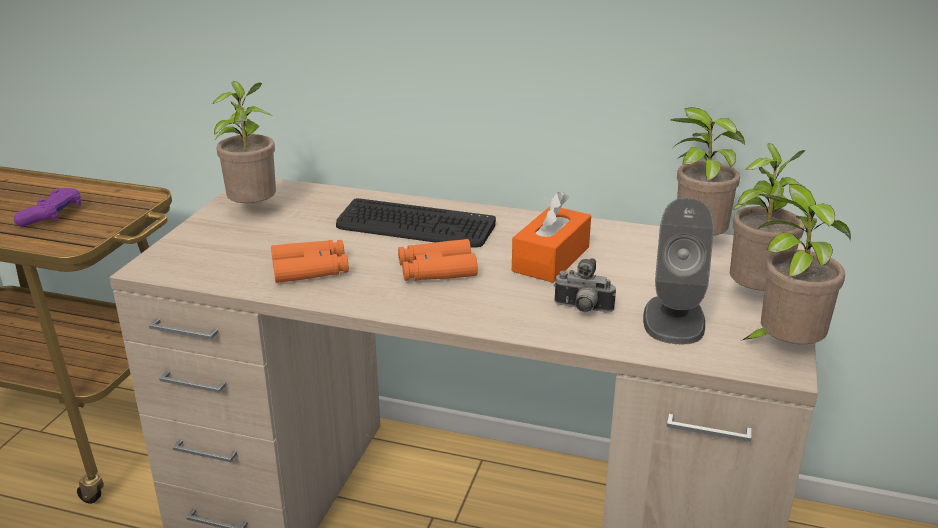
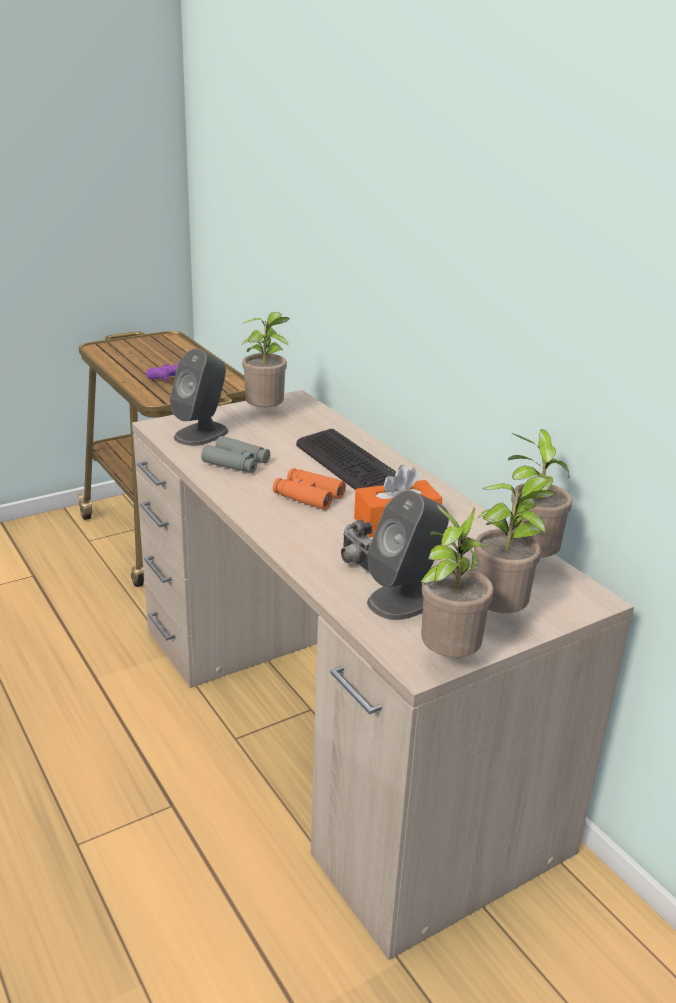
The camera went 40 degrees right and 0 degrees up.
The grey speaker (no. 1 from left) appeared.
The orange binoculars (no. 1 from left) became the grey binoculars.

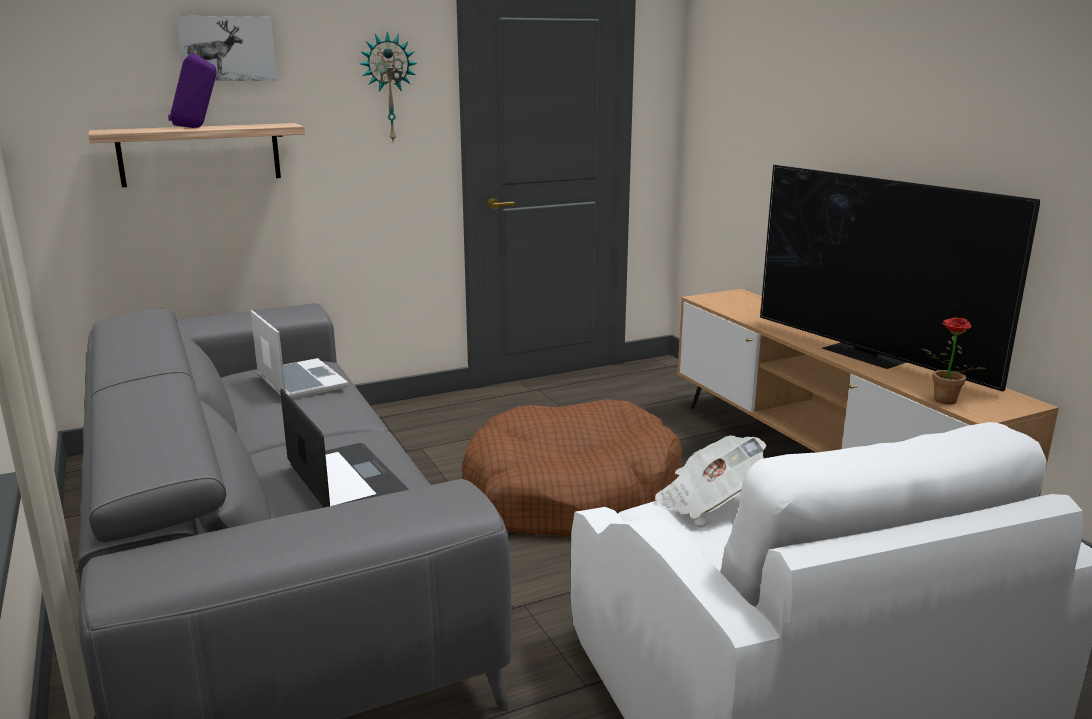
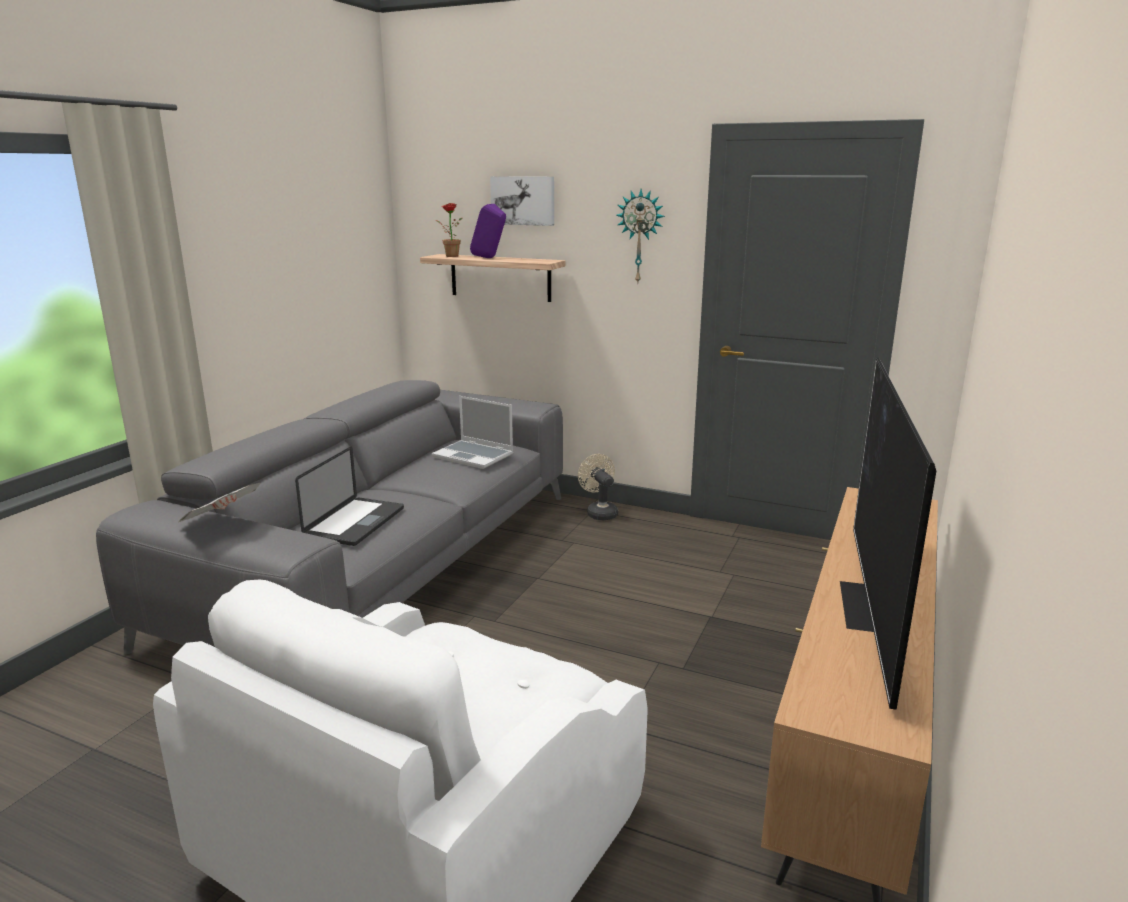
The camera went 50 degrees right and 0 degrees up.
The newspaper moved.
The laptop (no. 1 from left in the first image) turned 105 degrees clockwise.
The potted plant moved.
The beige fan appeared.
The brown dog bed disappeared.

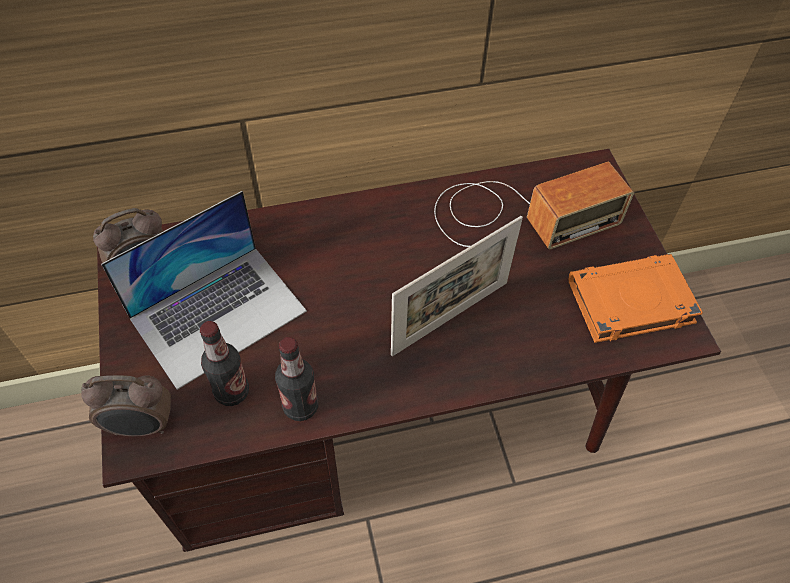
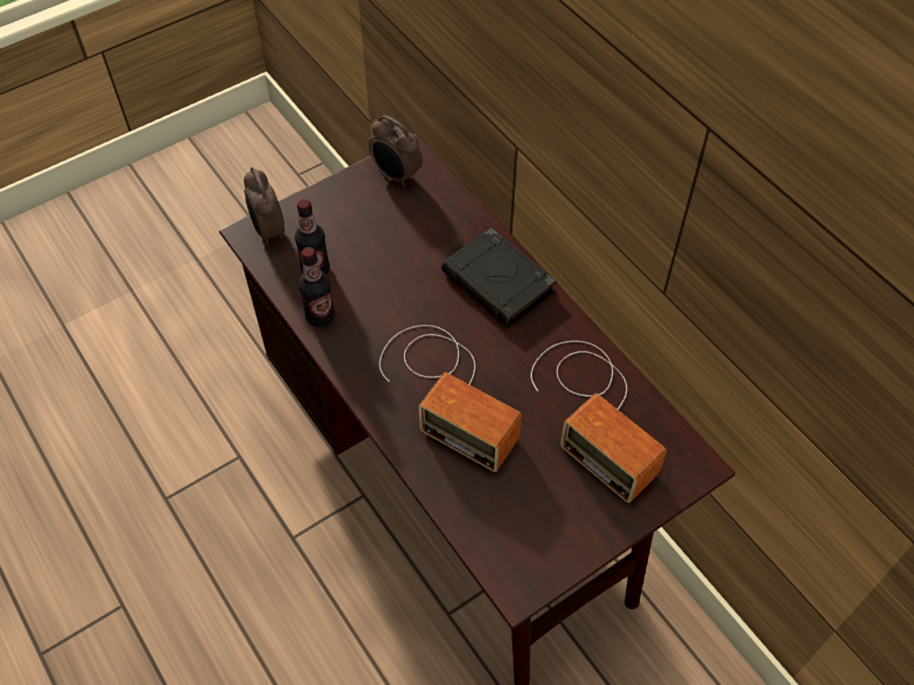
The camera went 70 degrees right and 0 degrees up.
The picture frame was replaced by the radio (no. 1 from left).
The black book appeared.
The laptop disappeared.
The orange book disappeared.

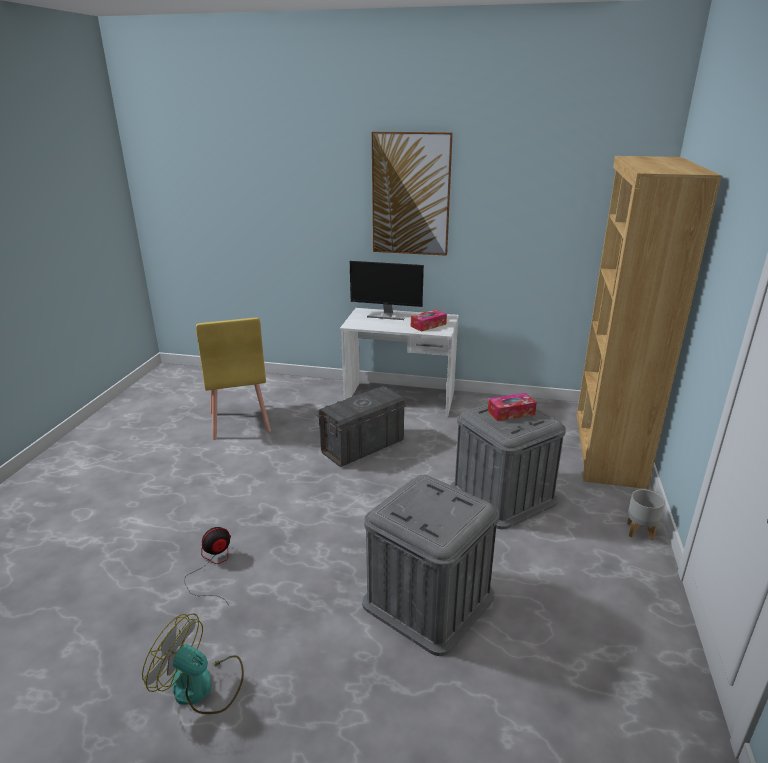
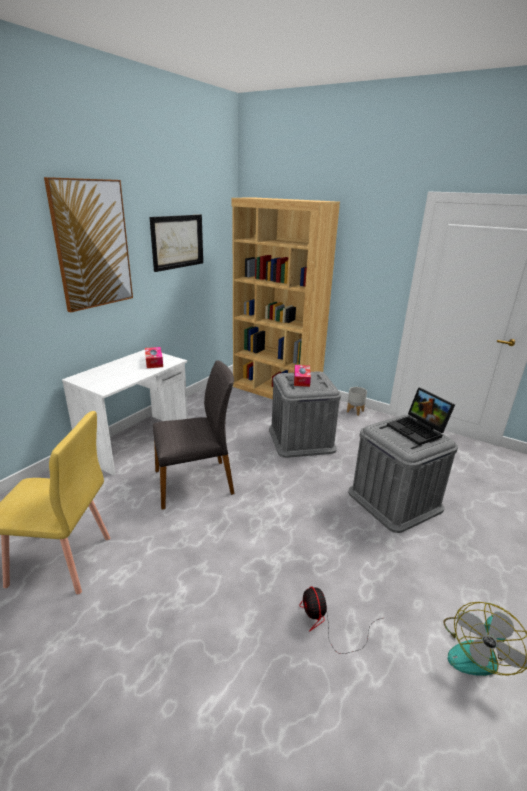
The camera went 70 degrees left and 0 degrees up.
The picture (no. 2 from left) appeared.
The grey storage box (no. 1 from left) was replaced by the grey chair.
The laptop appeared.
The monitor disappeared.

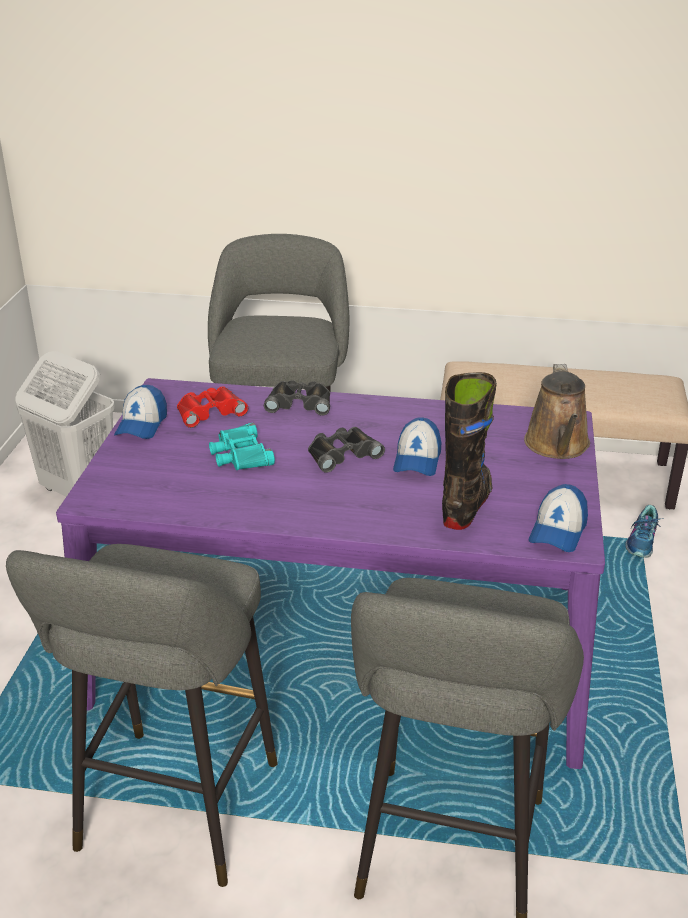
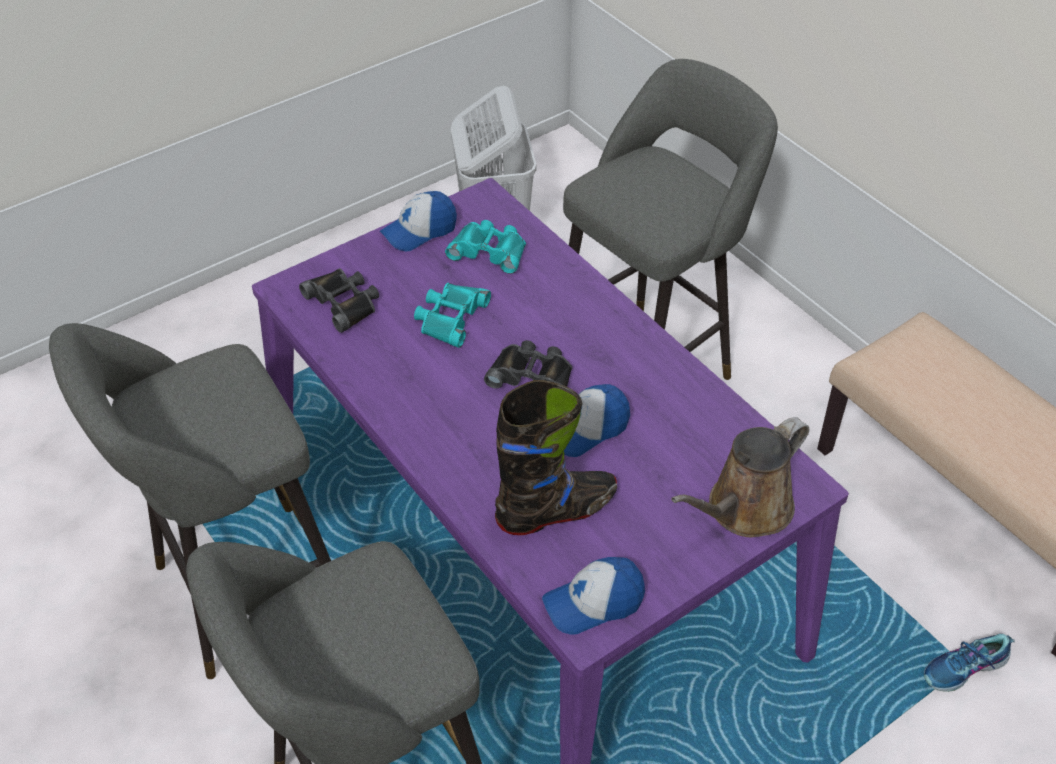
The camera went 45 degrees right and 15 degrees up.
The black binoculars (no. 1 from left) moved.
The red binoculars became the turquoise binoculars (no. 2 from left).

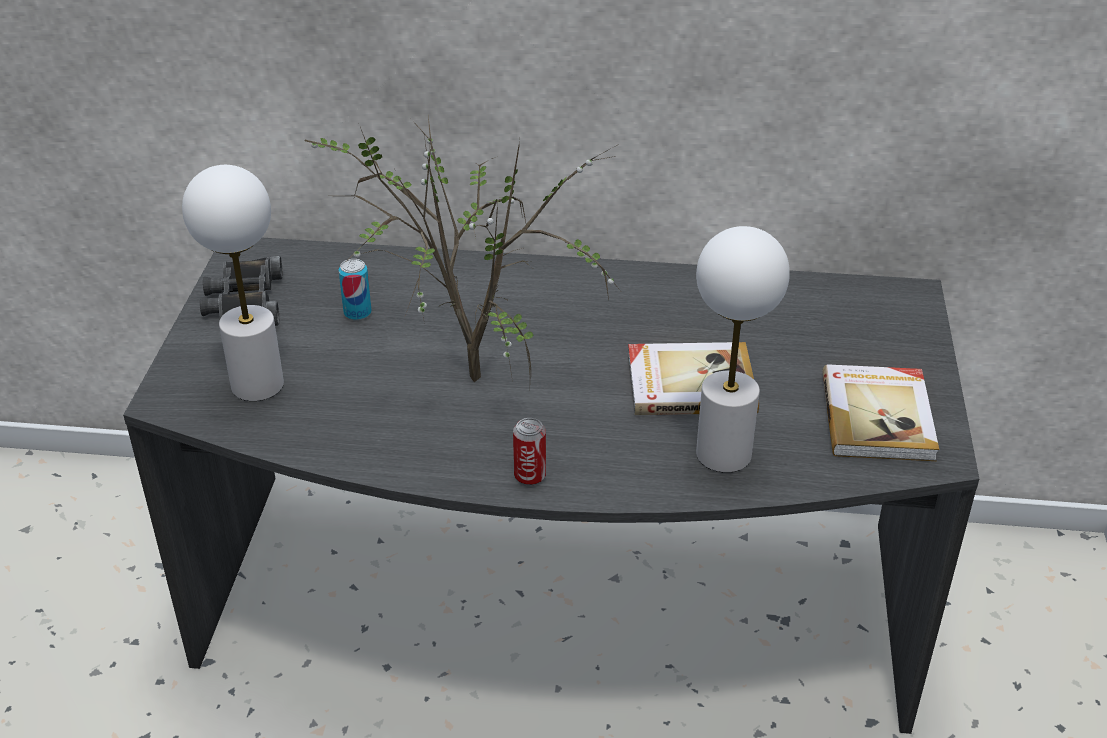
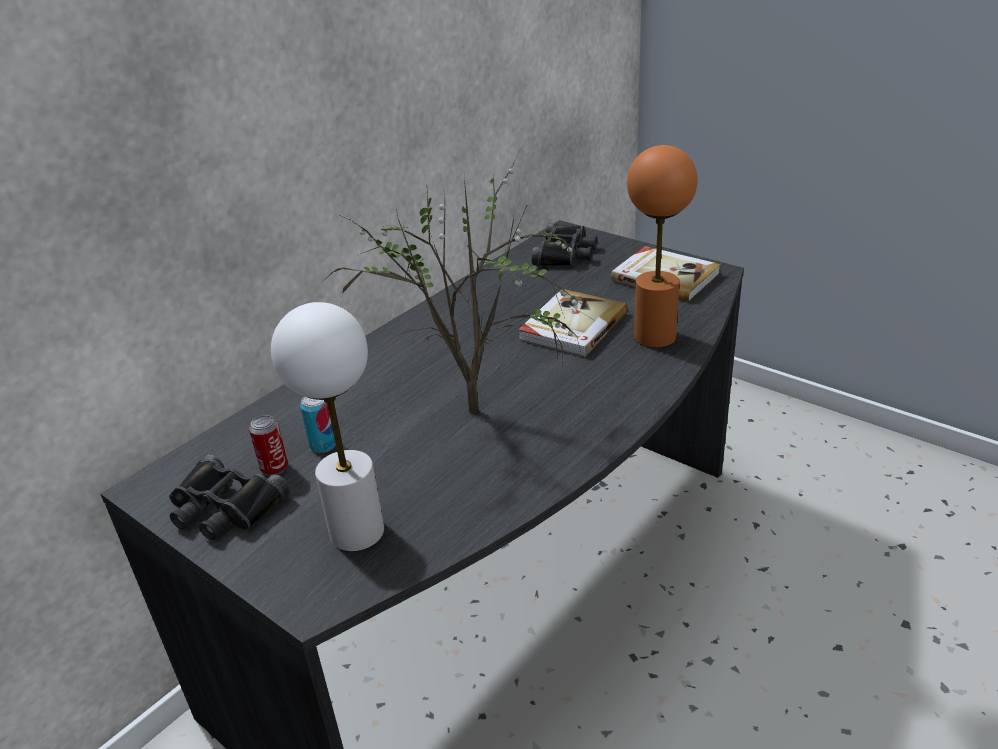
The camera went 55 degrees left and 5 degrees down.
The can (no. 2 from left in the first image) moved.
The black binoculars (no. 2 from left) appeared.
The white table lamp (no. 2 from left) became the orange table lamp.

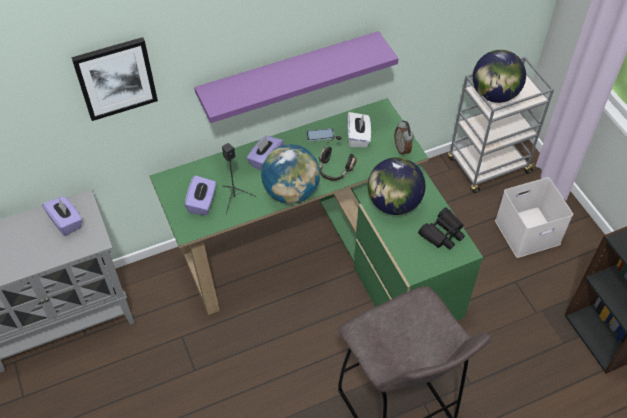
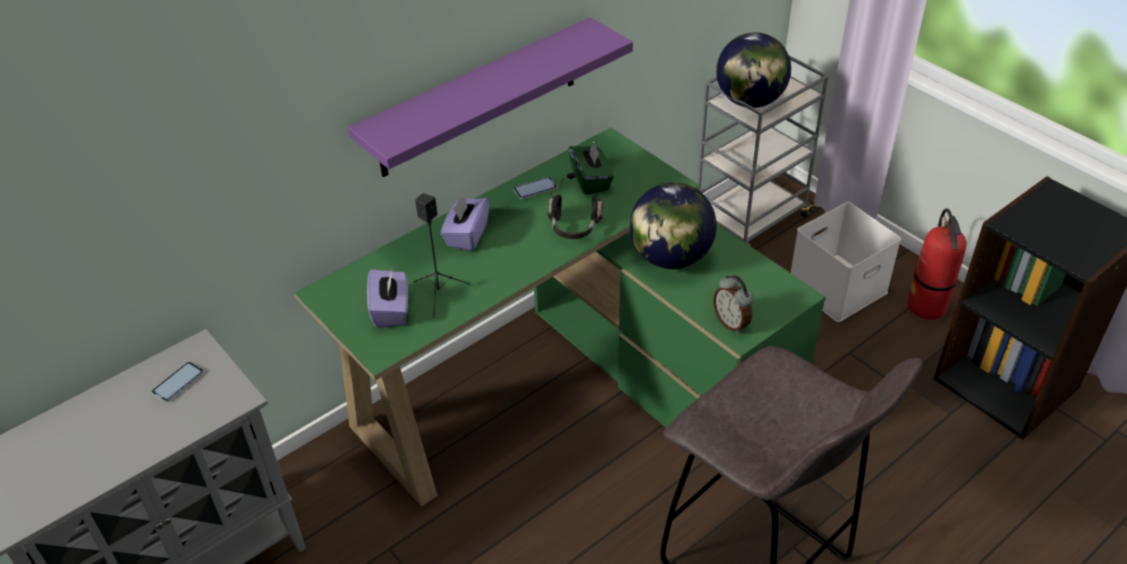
The camera went 15 degrees left and 10 degrees down.
The purple tissue box (no. 1 from left) was replaced by the phone (no. 1 from left).
The white tissue box became the green tissue box.
The alarm clock moved.
The fire extinguisher appeared.
The picture disappeared.
The globe (no. 1 from left) disappeared.
The black binoculars disappeared.

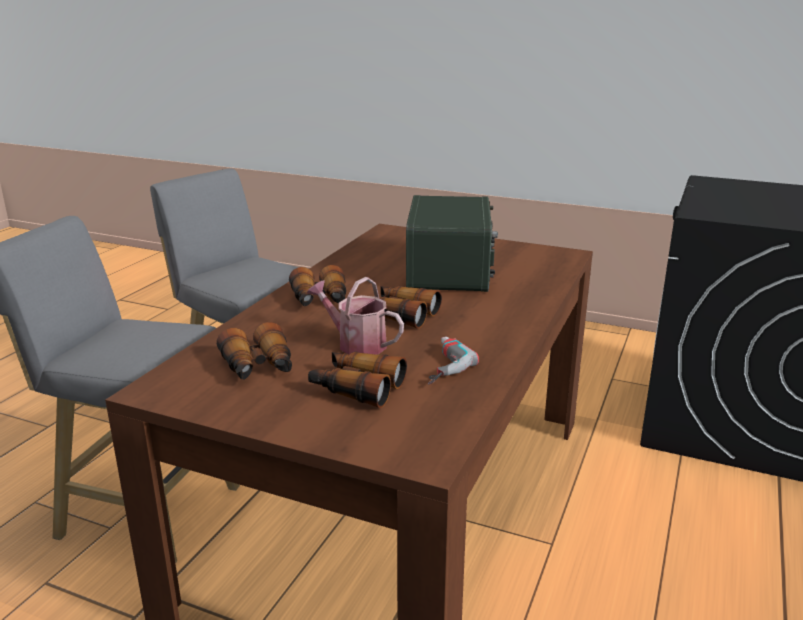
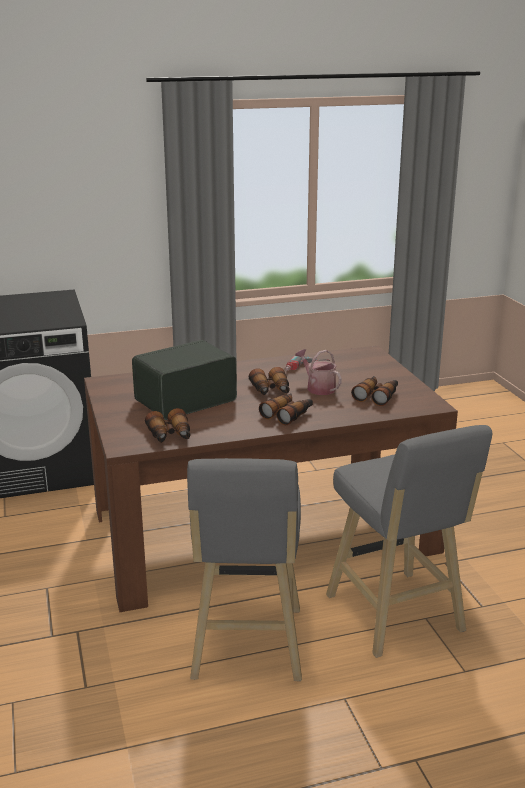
The camera went 130 degrees left and 0 degrees up.
The binoculars (no. 3 from left in the first image) moved.
The watering can turned 150 degrees clockwise.

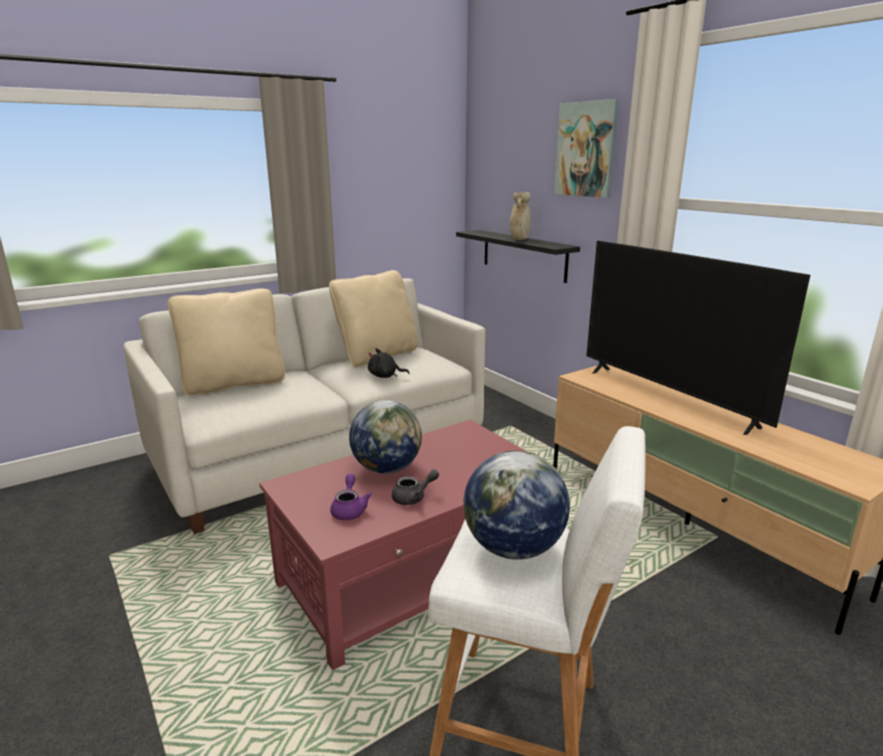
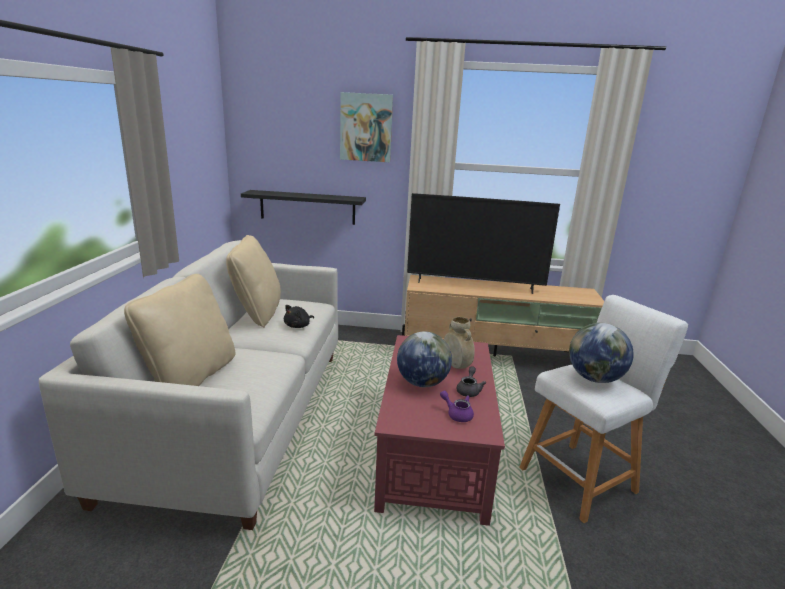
The camera went 50 degrees left and 0 degrees up.
The beige vase moved.

